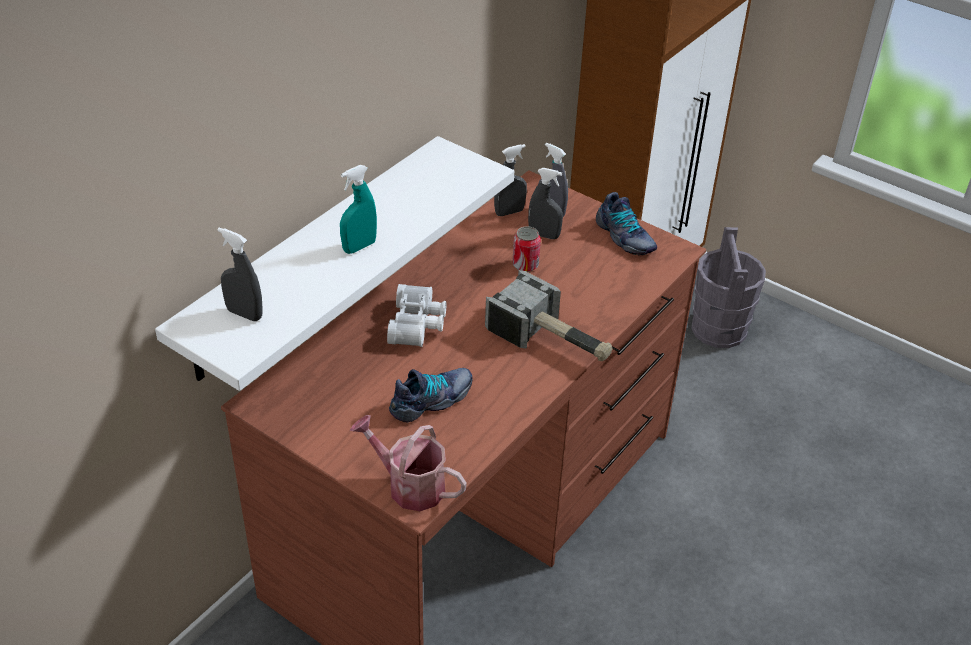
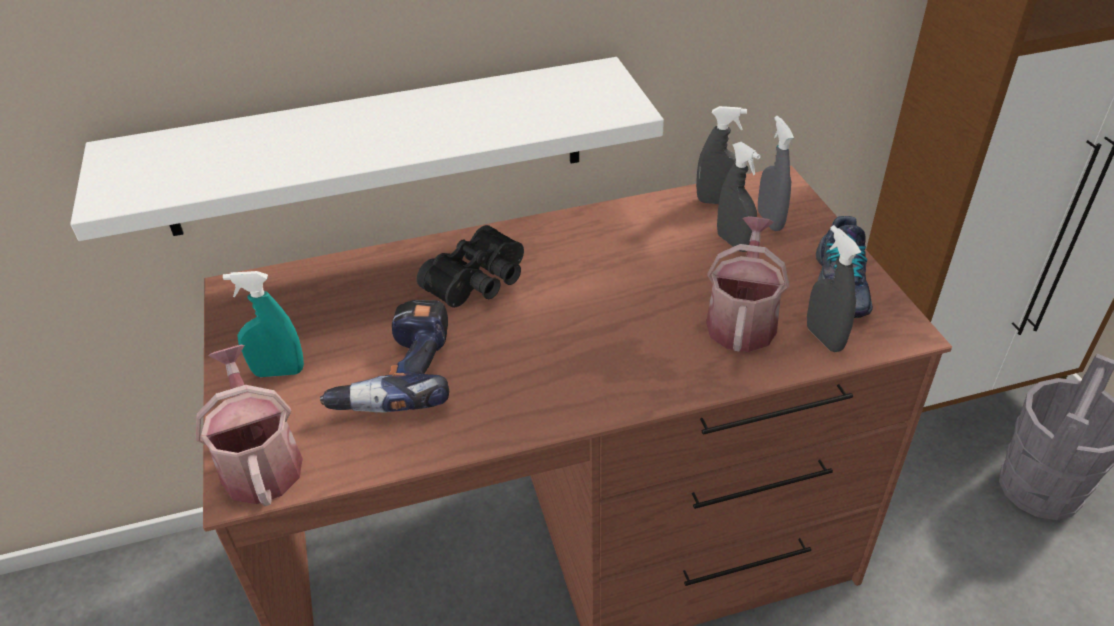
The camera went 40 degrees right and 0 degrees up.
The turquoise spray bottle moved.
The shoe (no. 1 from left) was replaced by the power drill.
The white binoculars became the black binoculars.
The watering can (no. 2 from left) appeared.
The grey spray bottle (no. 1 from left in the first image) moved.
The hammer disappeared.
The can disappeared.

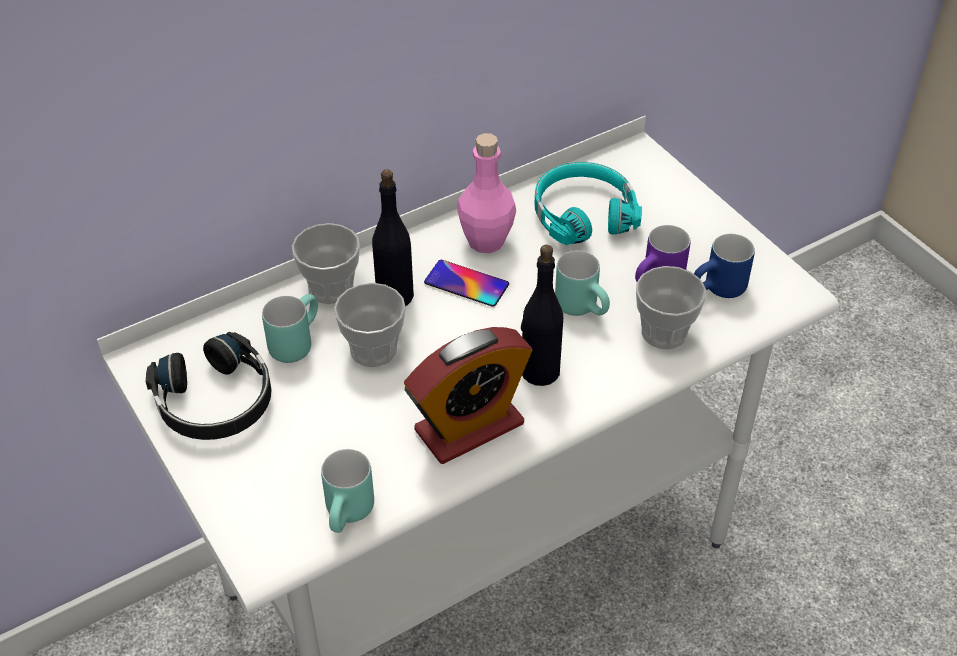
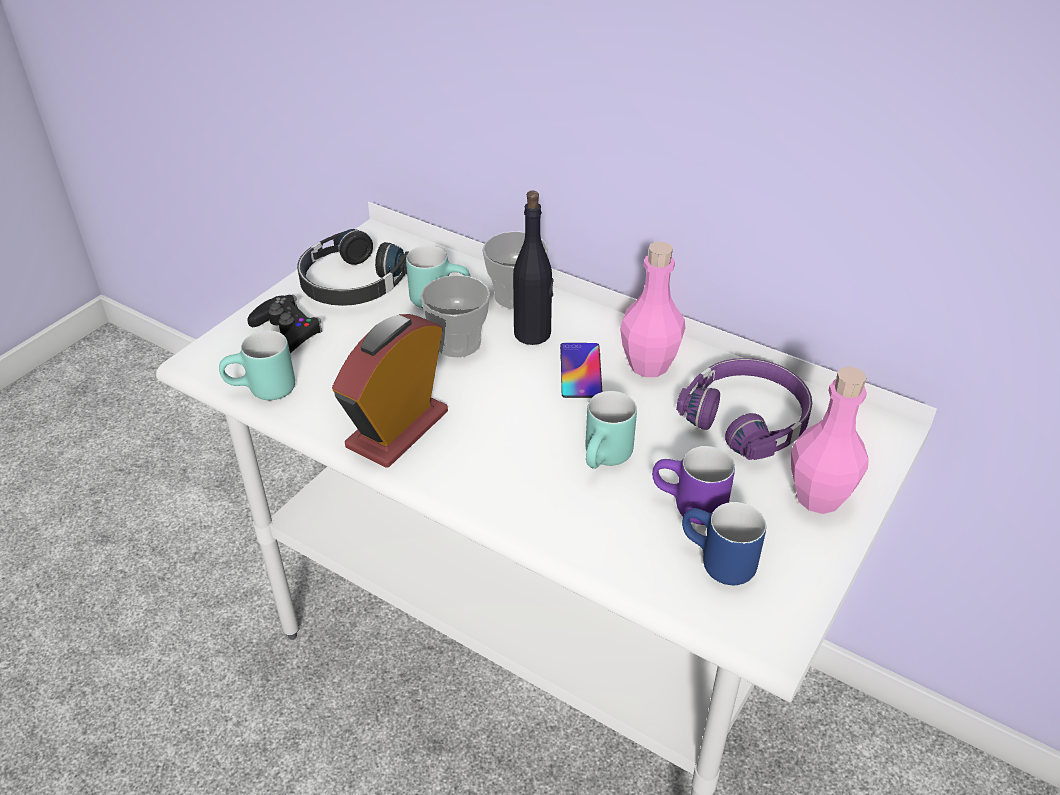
The camera went 65 degrees right and 5 degrees down.
The black game controller appeared.
The alarm clock turned 90 degrees clockwise.
The turquoise headphones became the purple headphones.
The pink bottle (no. 2 from left) appeared.
The black bottle (no. 2 from left) disappeared.
The cup (no. 3 from left) disappeared.

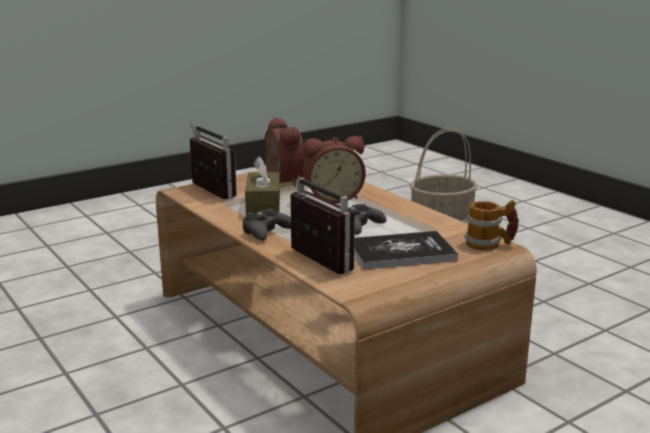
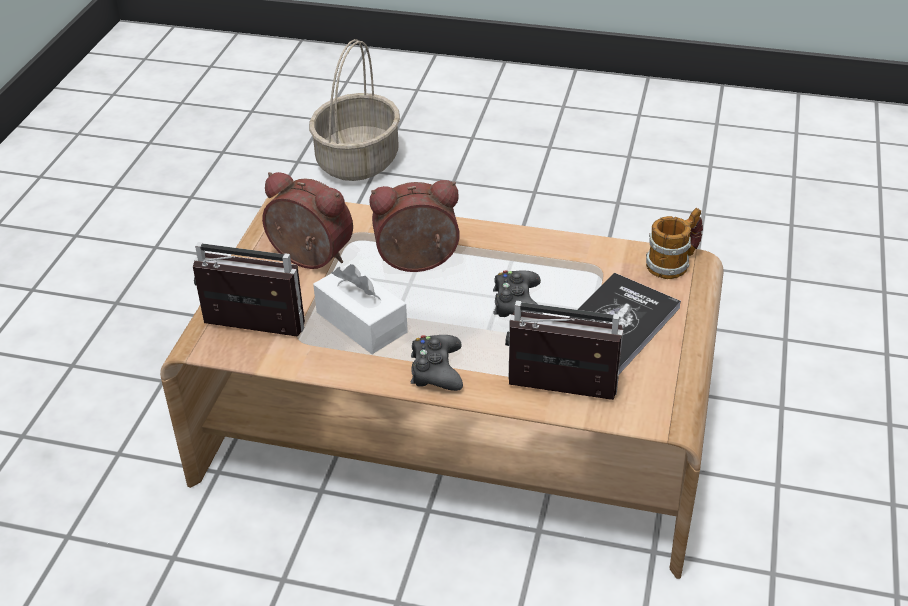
The camera went 40 degrees left and 20 degrees up.
The brown tissue box became the white tissue box.
The alarm clock (no. 2 from left) turned 135 degrees counterclockwise.

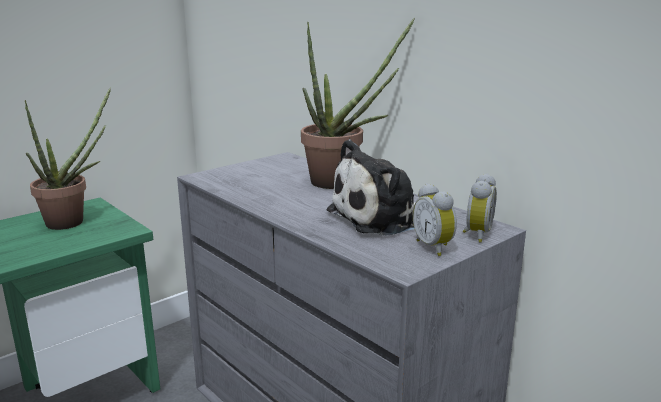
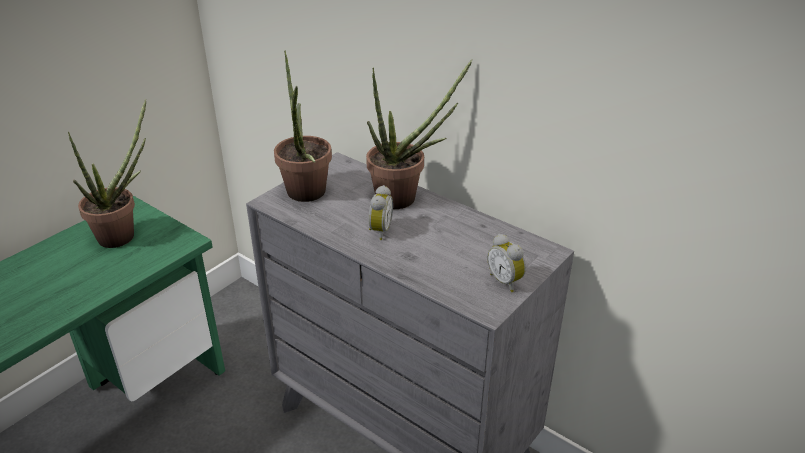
The camera went 10 degrees left and 15 degrees up.
The potted plant (no. 2 from left) appeared.
The alarm clock (no. 2 from left in the first image) moved.
The plush toy disappeared.

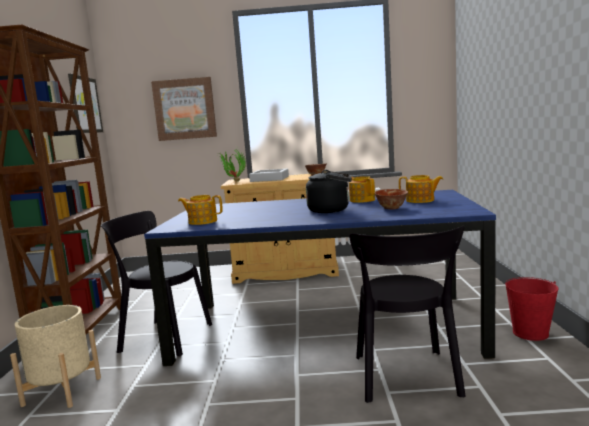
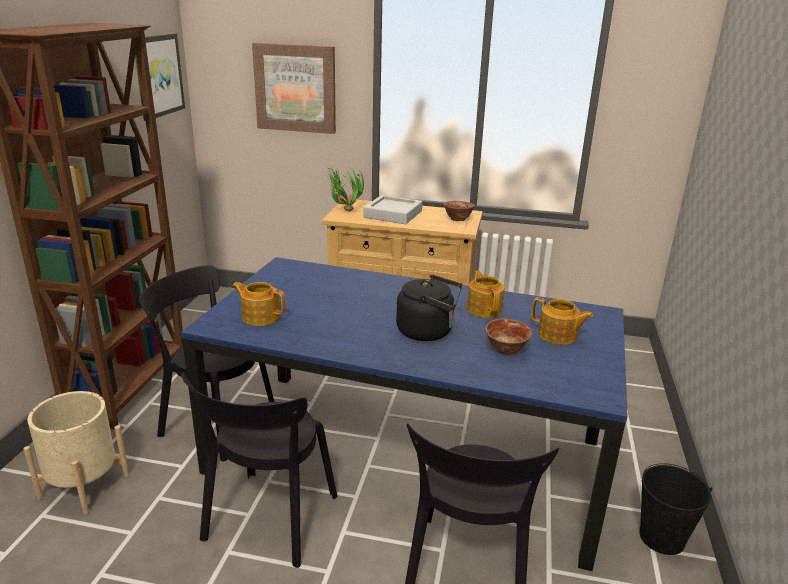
The camera went 10 degrees right and 15 degrees up.
The black chair (no. 2 from left) appeared.
The red bucket became the black bucket.

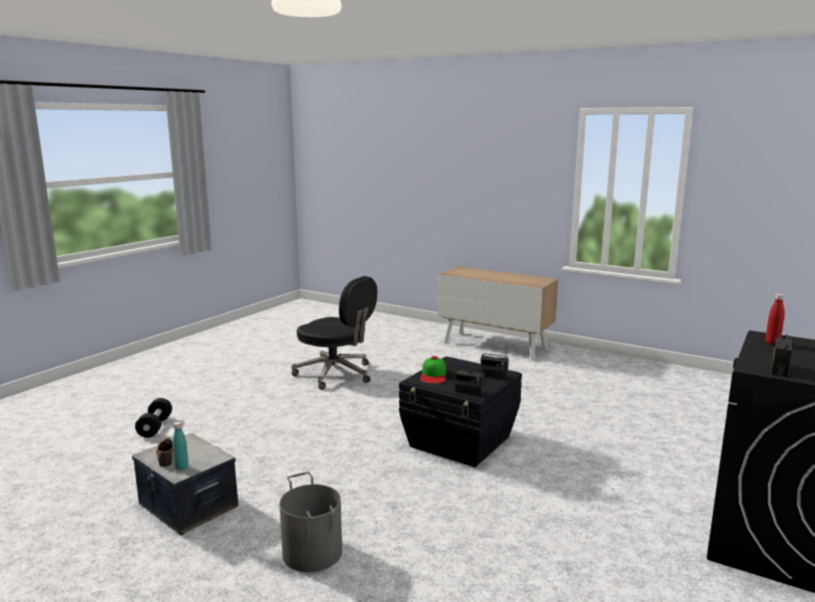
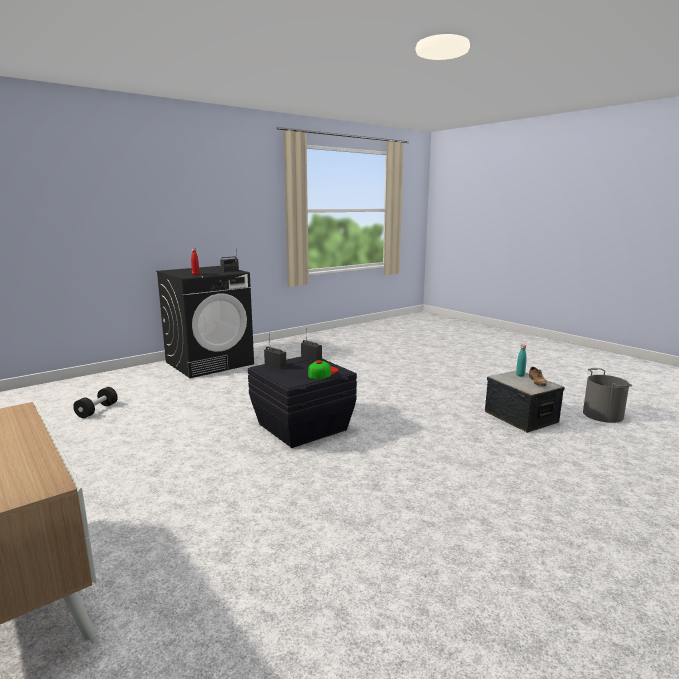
The camera went 160 degrees left and 0 degrees up.
The black dumbbell moved.
The grey bucket moved.
The black office chair disappeared.

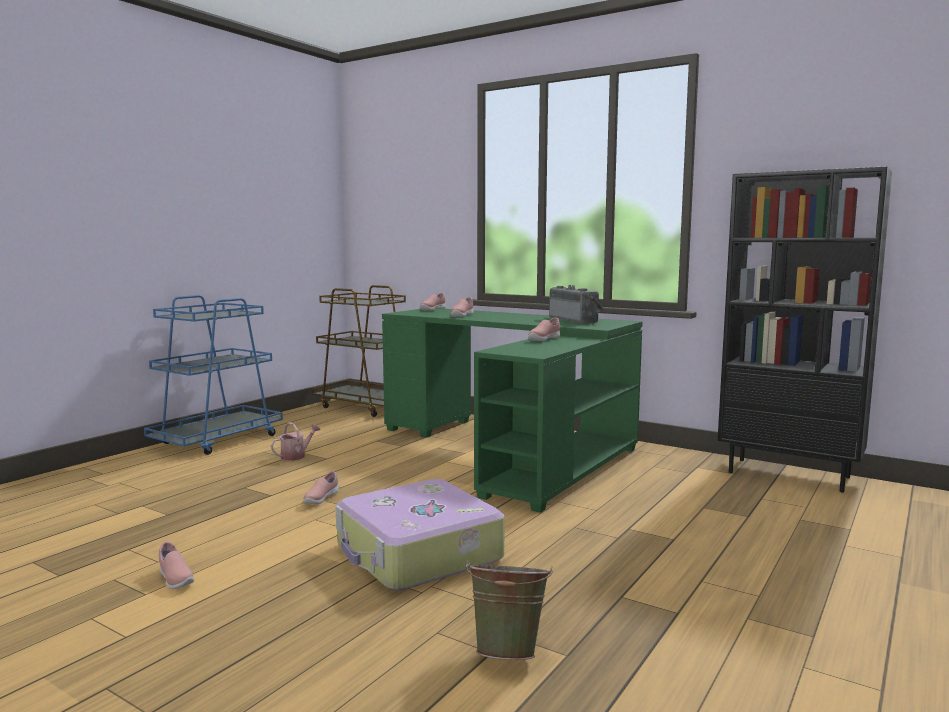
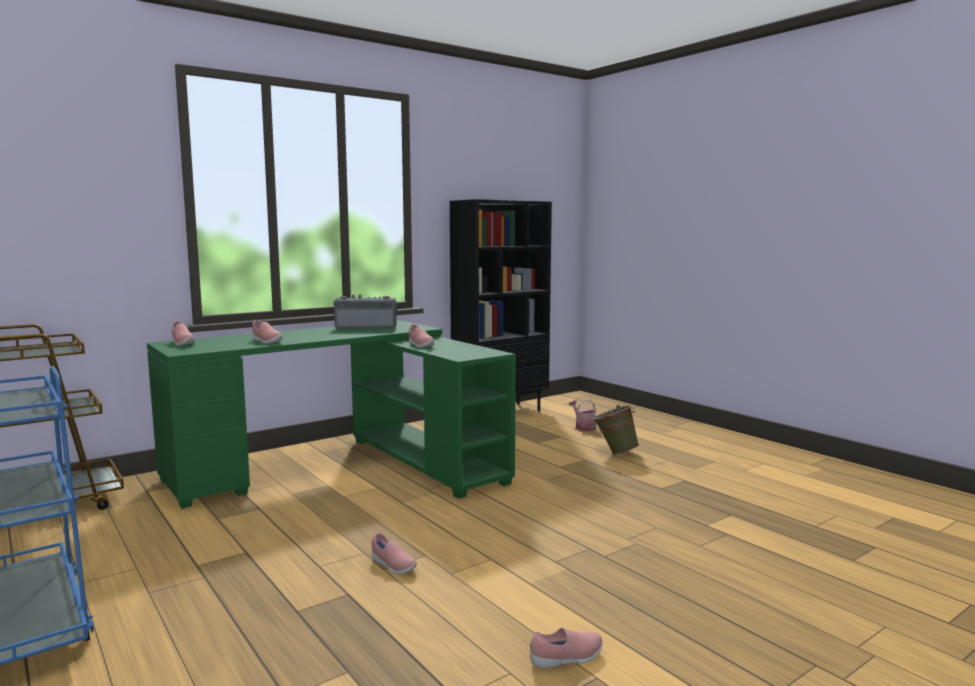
The camera went 70 degrees left and 0 degrees up.
The watering can moved.
The green bucket moved.
The suitcase disappeared.

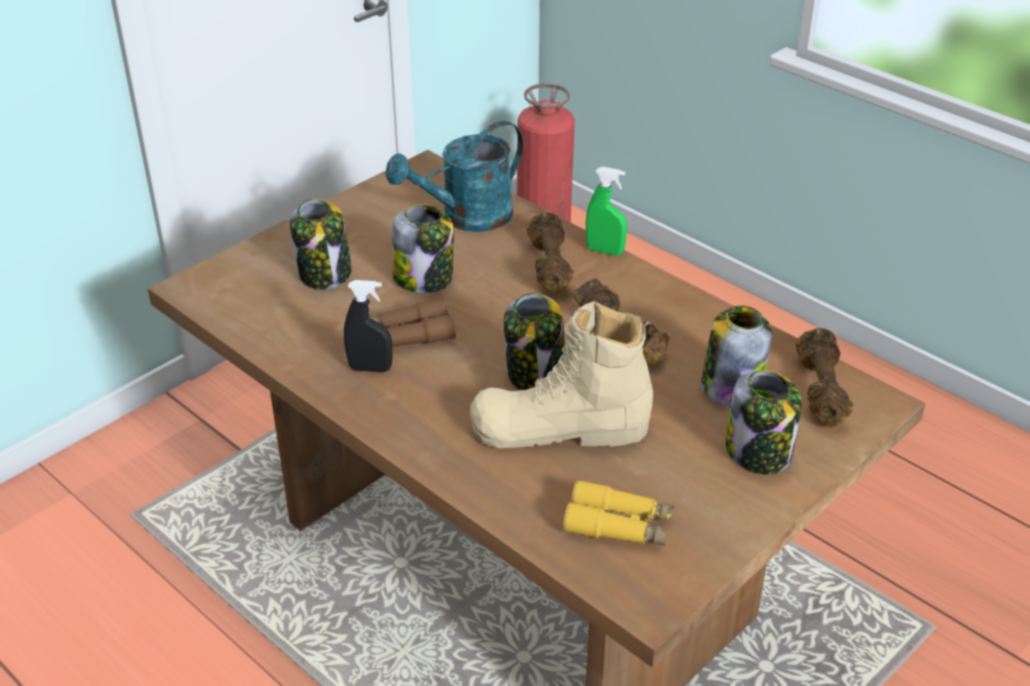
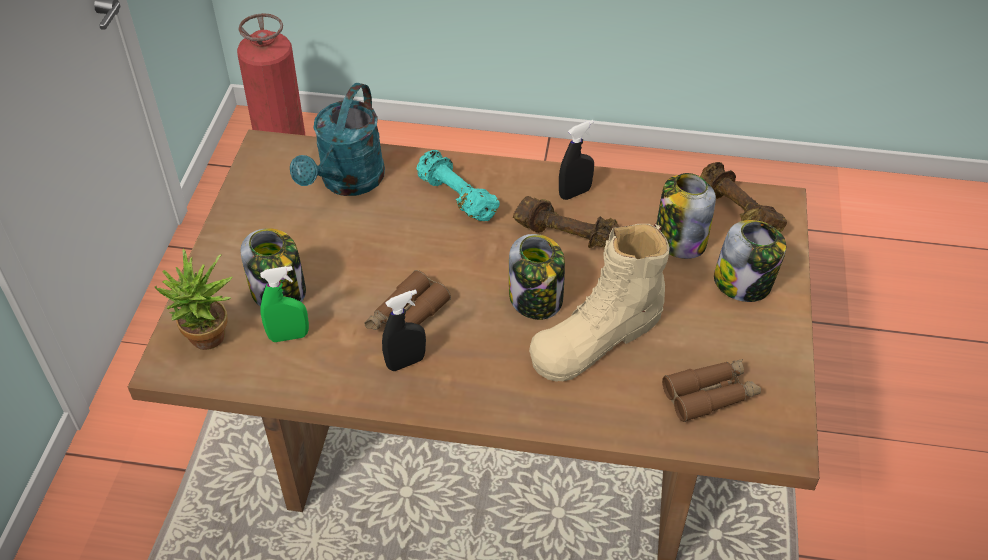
The camera went 35 degrees left and 10 degrees up.
The potted plant appeared.
The green spray bottle moved.
The brown dumbbell (no. 1 from left) became the turquoise dumbbell.
The black spray bottle (no. 2 from left) appeared.
The yellow binoculars became the brown binoculars (no. 2 from left).
The jar (no. 2 from left) disappeared.

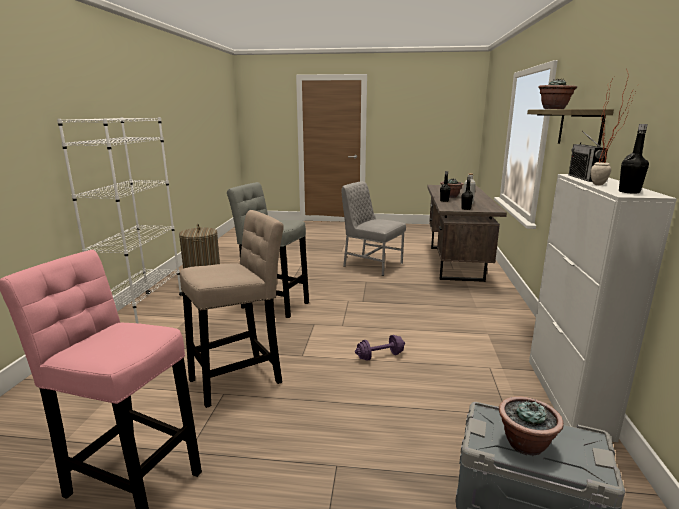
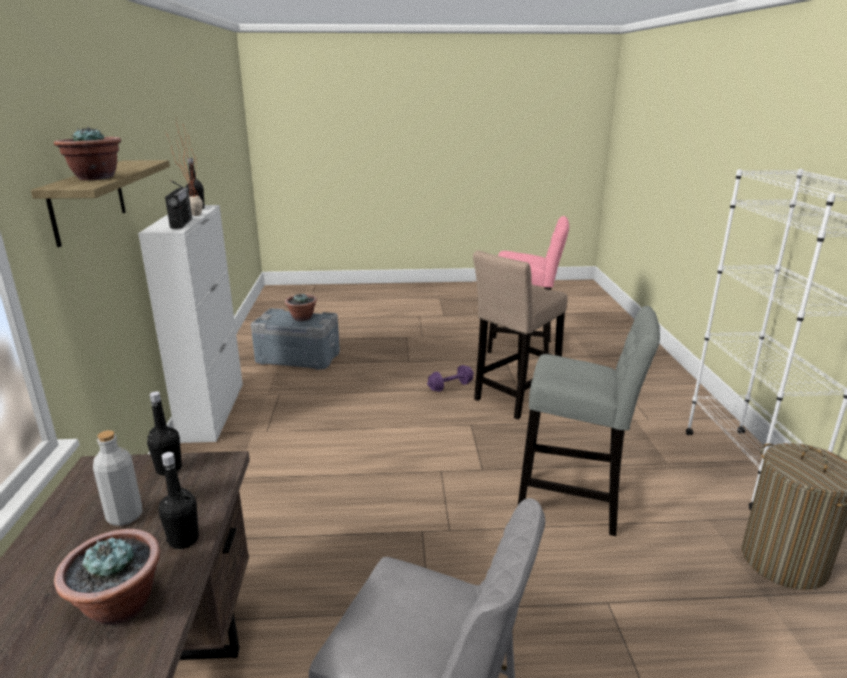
The camera went 170 degrees right and 5 degrees up.
The purple dumbbell moved.

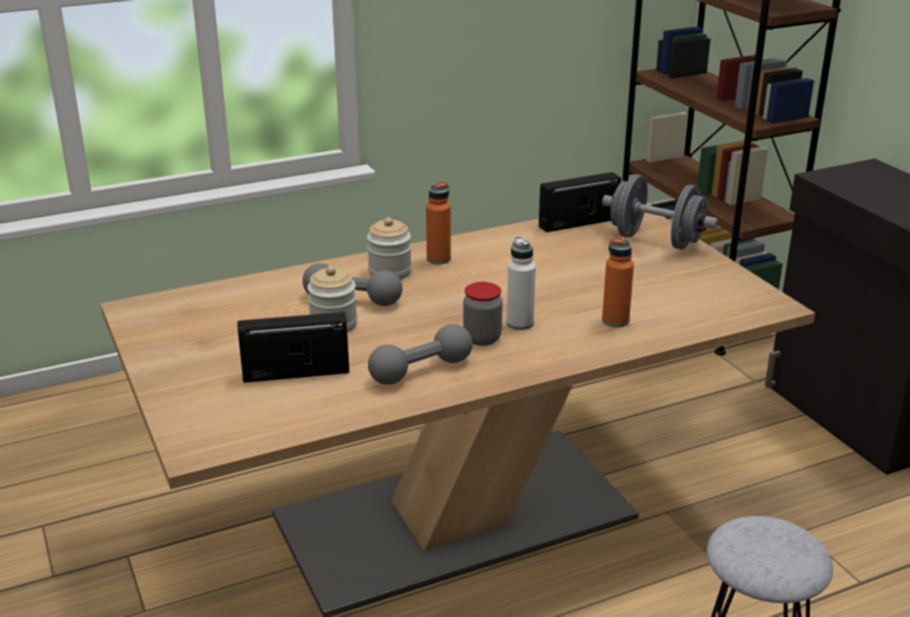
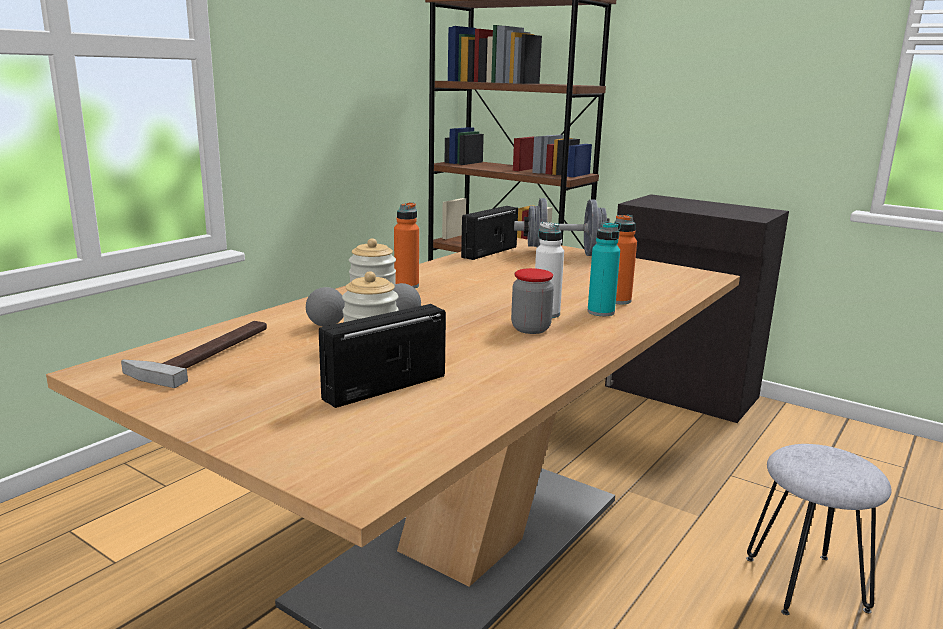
The camera went 30 degrees left and 10 degrees down.
The hammer appeared.
The turquoise bottle appeared.
The grey dumbbell (no. 2 from left) disappeared.

